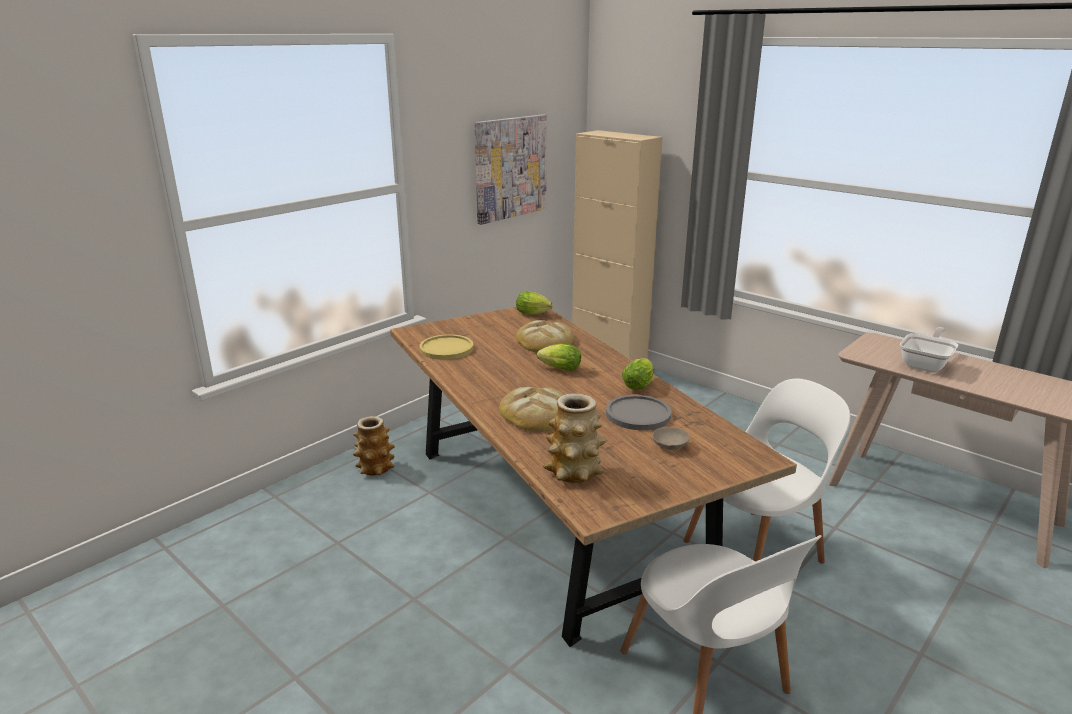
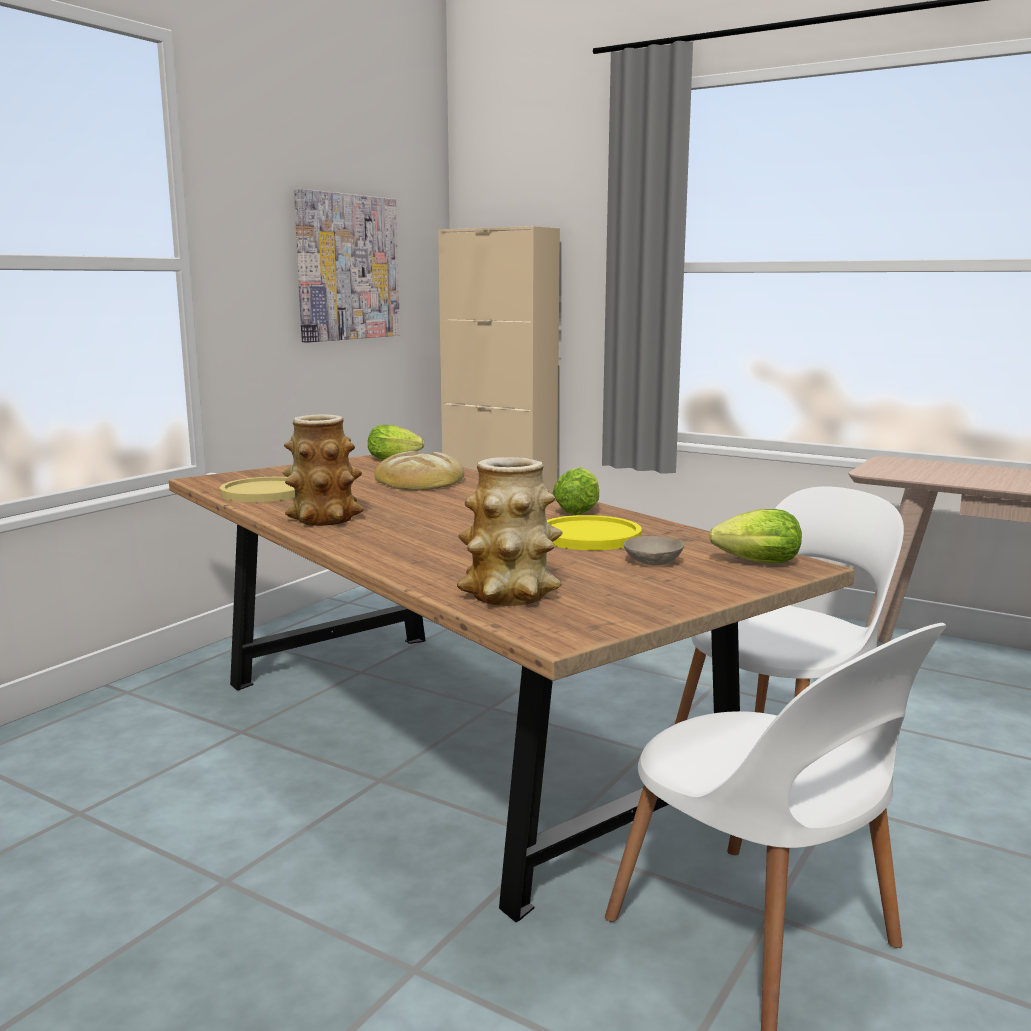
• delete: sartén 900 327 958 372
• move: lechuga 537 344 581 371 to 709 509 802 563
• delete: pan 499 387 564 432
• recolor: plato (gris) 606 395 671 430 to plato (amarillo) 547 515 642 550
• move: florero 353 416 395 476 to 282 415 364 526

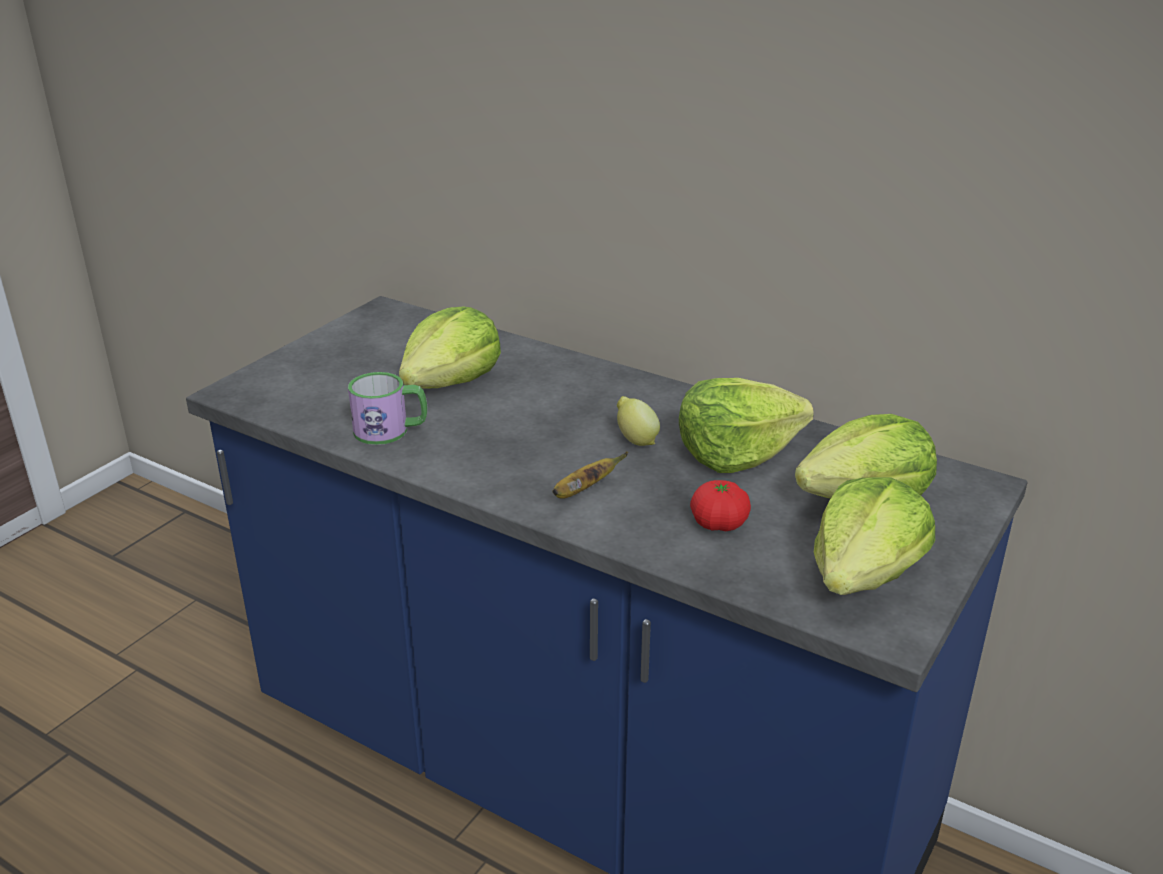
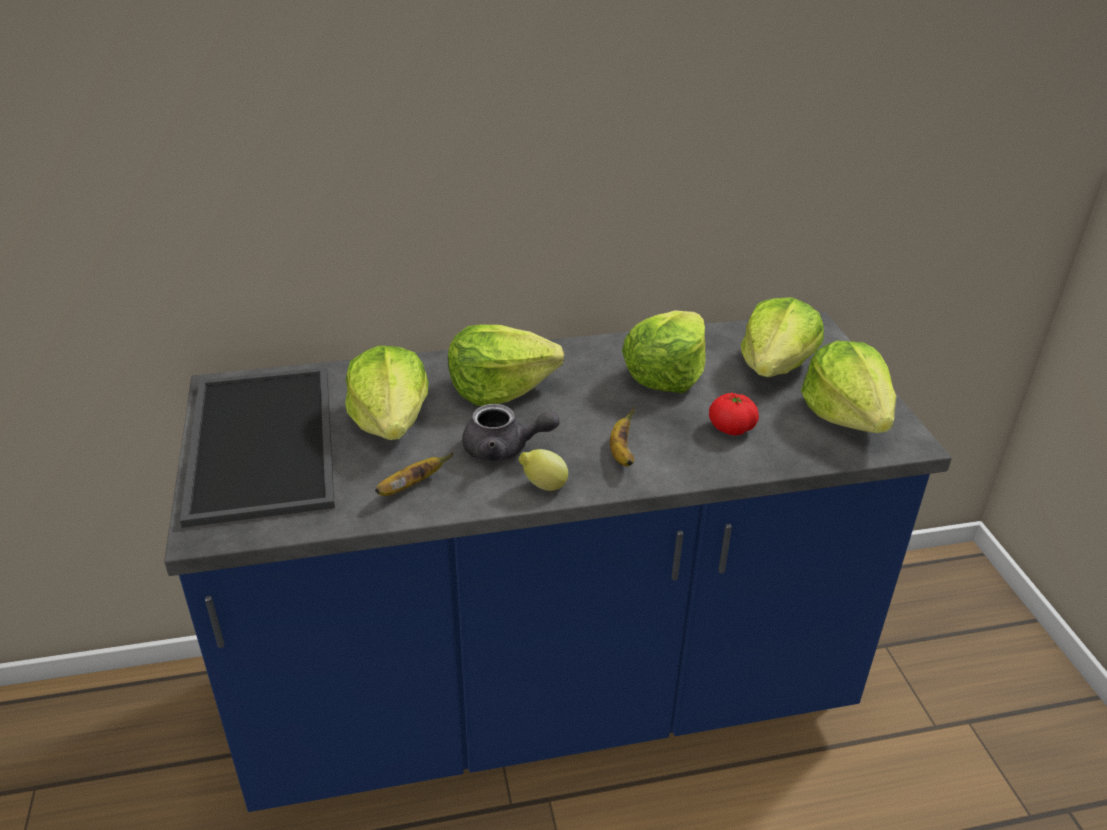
• replace: taza grande 348 372 427 445 to plátano 375 452 454 496
• move: limón 617 396 660 446 to 519 449 568 491
• insert: lechuga 448 325 564 406
• insert: bandeja 180 367 335 528
• insert: tetera (gris) 462 404 560 462

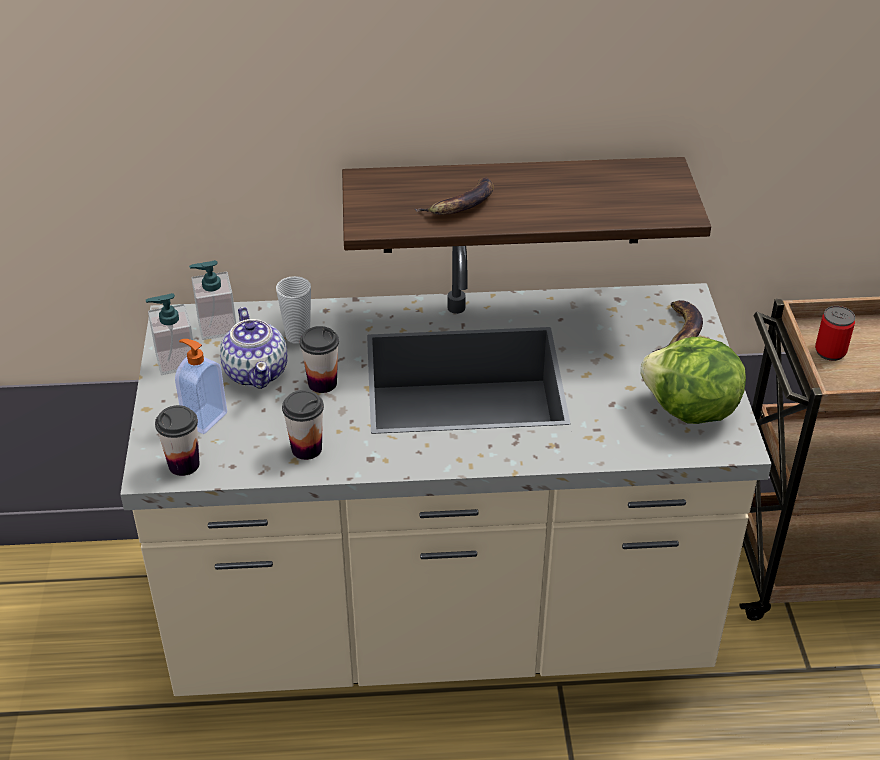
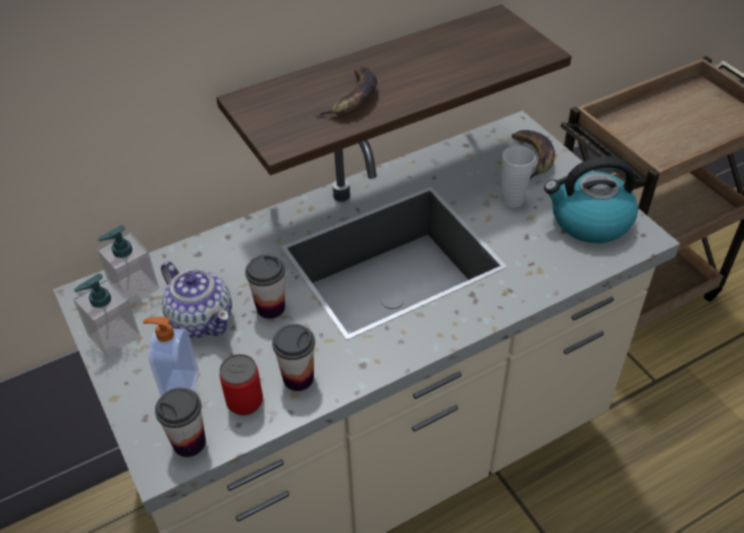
• move: taza 276 276 311 344 to 502 145 535 208
• move: lata 815 306 855 361 to 219 354 263 415
• replace: lechuga 640 337 746 424 to hervidor 544 156 638 243

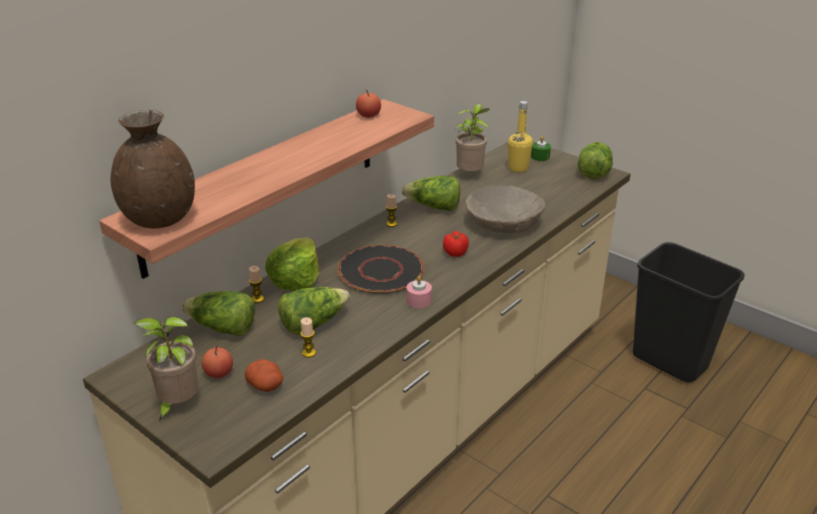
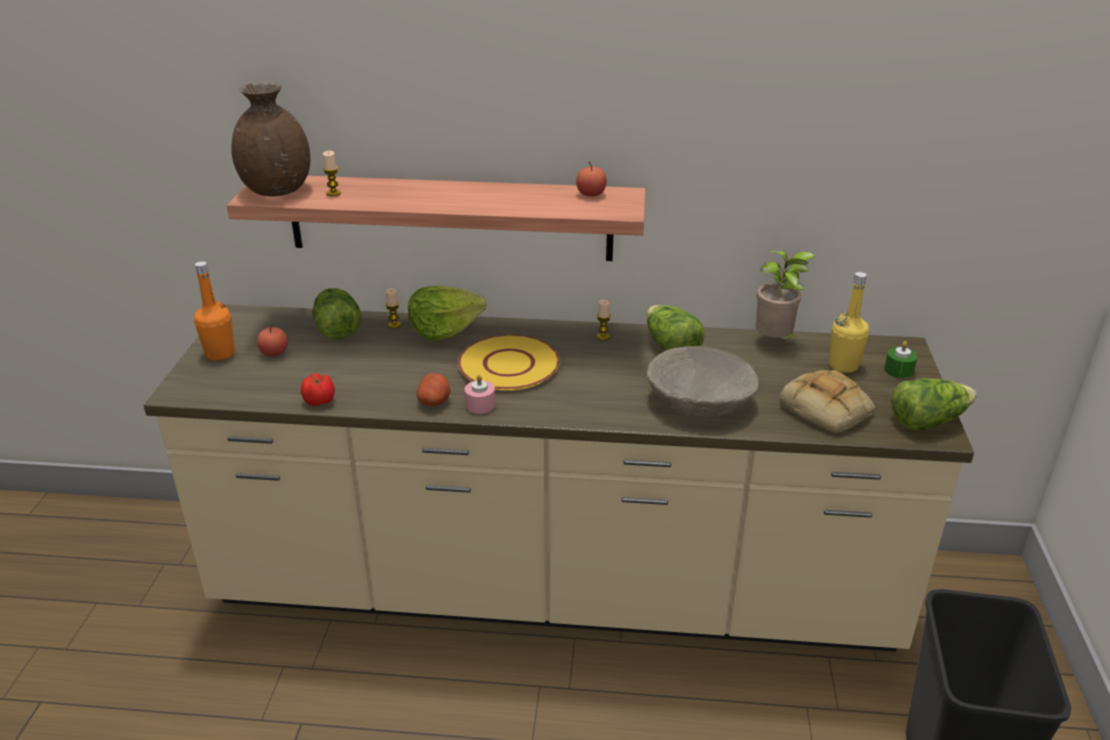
• move: tomate 443 231 469 257 to 301 373 335 406
• recolor: plato (negro) 338 245 424 294 to plato (amarillo) 458 334 560 391
• delete: lechuga 278 287 350 335
• replace: planta en maceta 134 317 199 422 to botella (naranja) 194 261 235 361
• move: vela 300 317 316 358 to 323 151 341 196
• move: patata 245 359 283 392 to 417 373 451 407
• insert: pan 779 370 875 434

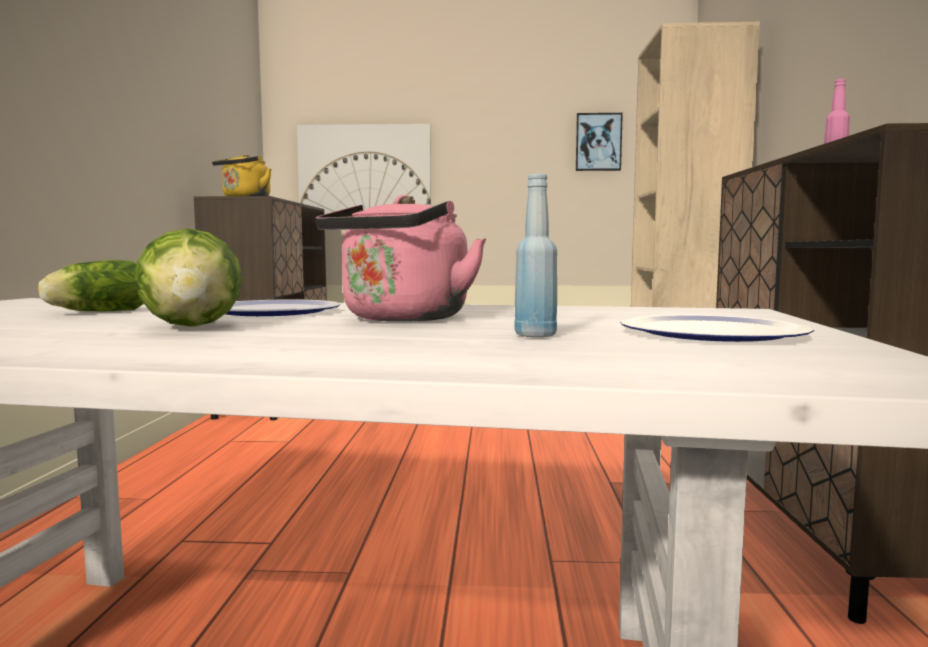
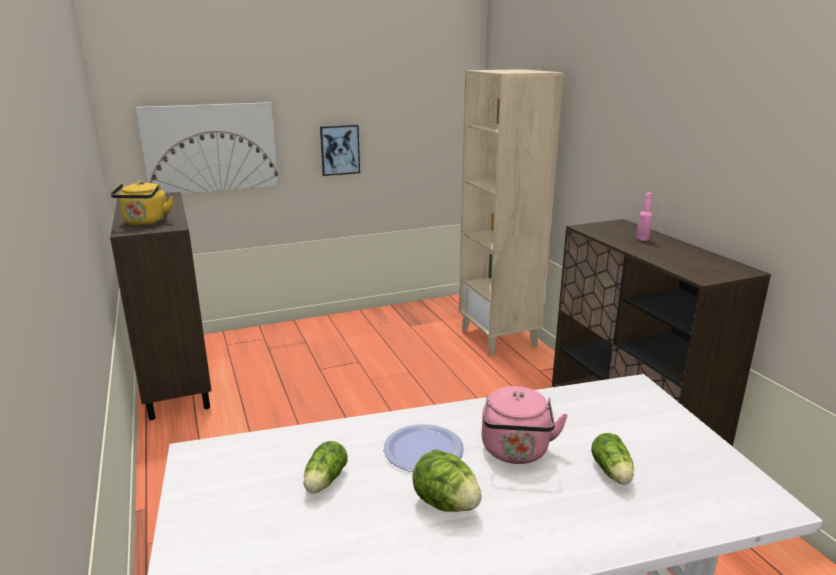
• move: cuadro 576 113 623 171 to 320 125 360 176
• replace: botella (azul) 515 174 557 337 to lechuga 591 433 634 485
• delete: plato 620 314 814 342

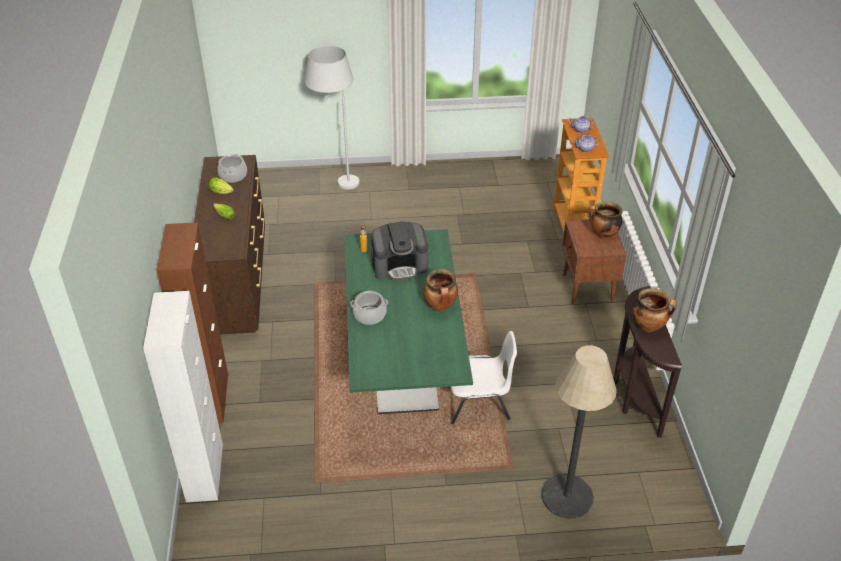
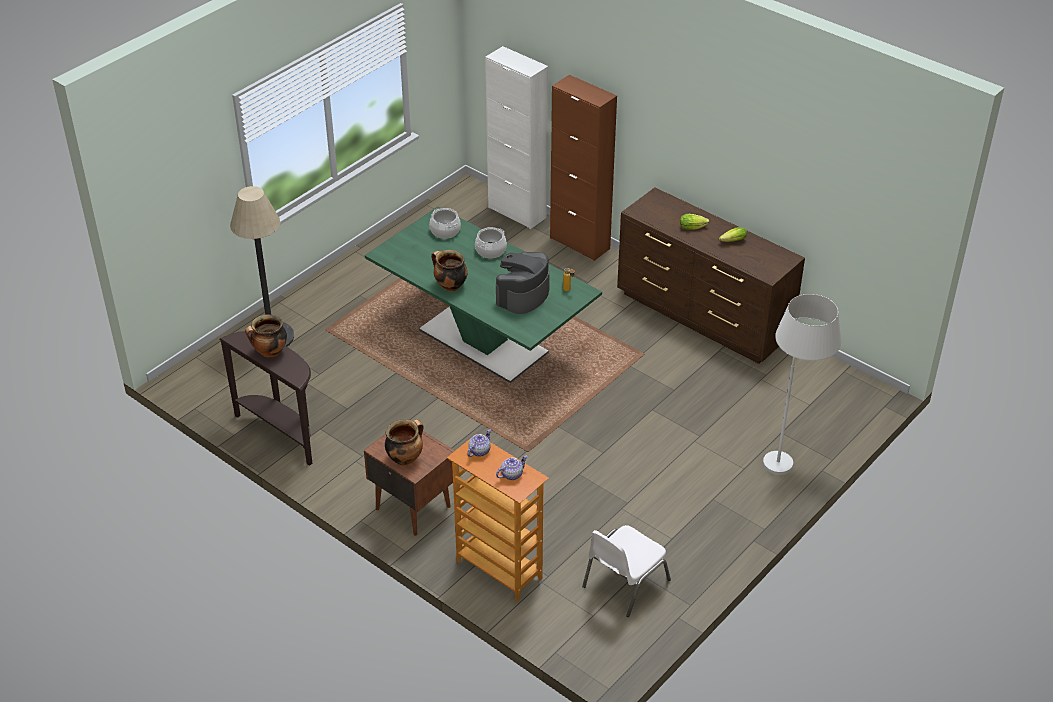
• move: olla 217 154 247 183 to 429 208 461 239
• move: silla (blanco) 450 331 517 424 to 582 525 671 617

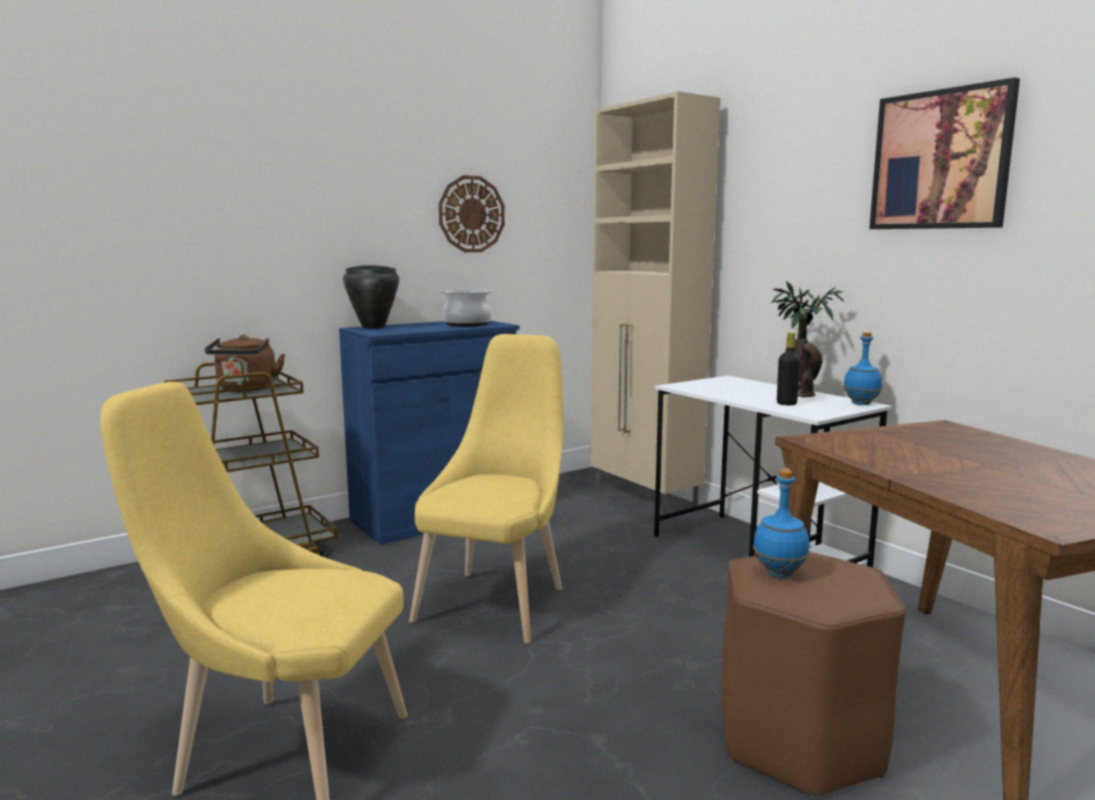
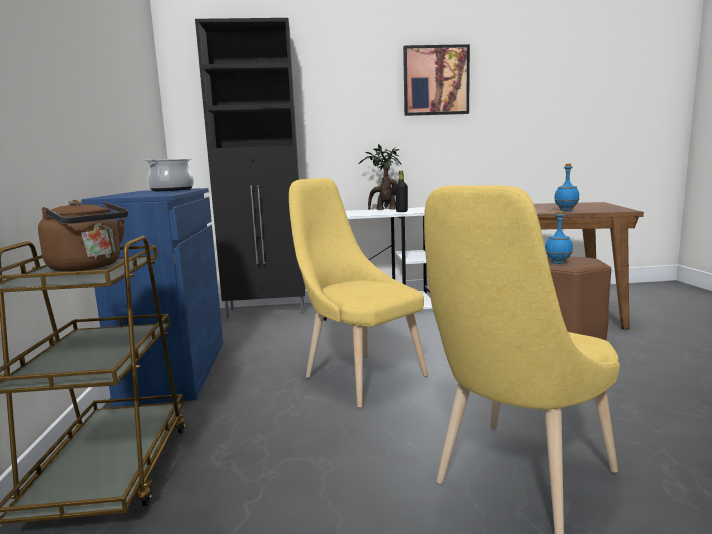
• recolor: armario (beis) 590 91 720 515 to armario (negro) 195 18 305 318
• delete: reloj de pared 439 175 505 252
• delete: olla (negro) 343 265 399 329
• move: botella (azul) 843 332 882 405 to 554 164 579 211

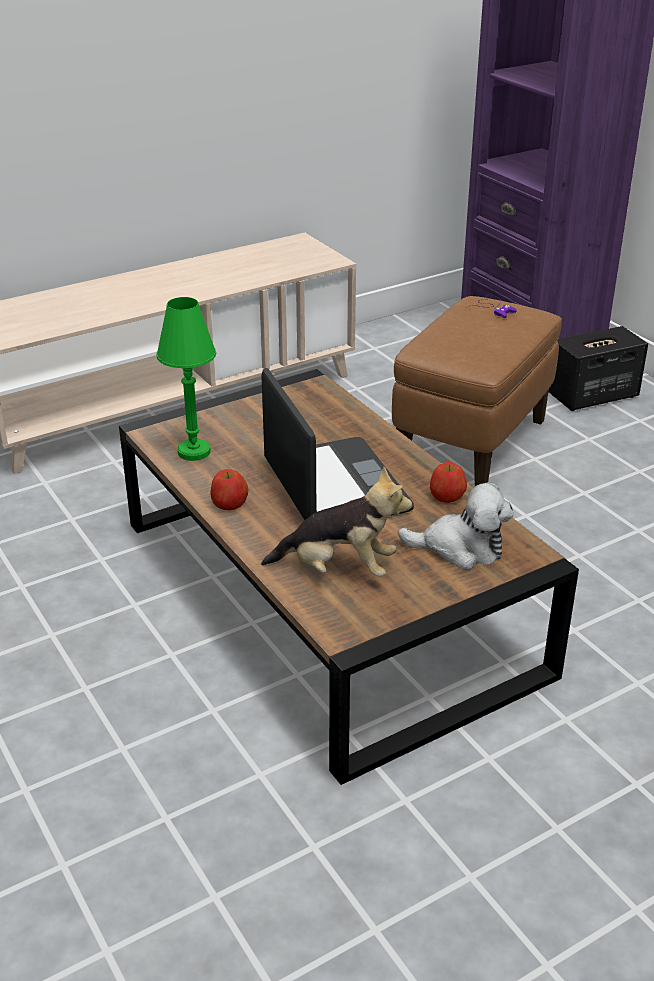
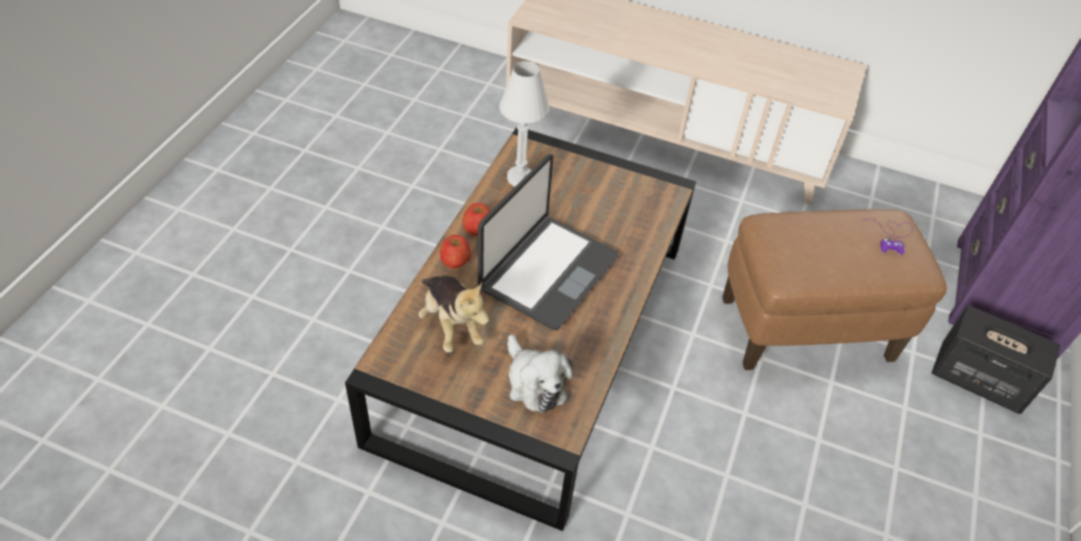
• recolor: lámpara de mesa (verde) 156 297 216 461 to lámpara de mesa (blanco) 499 61 549 187
• move: manzana 430 462 467 503 to 440 235 471 269

